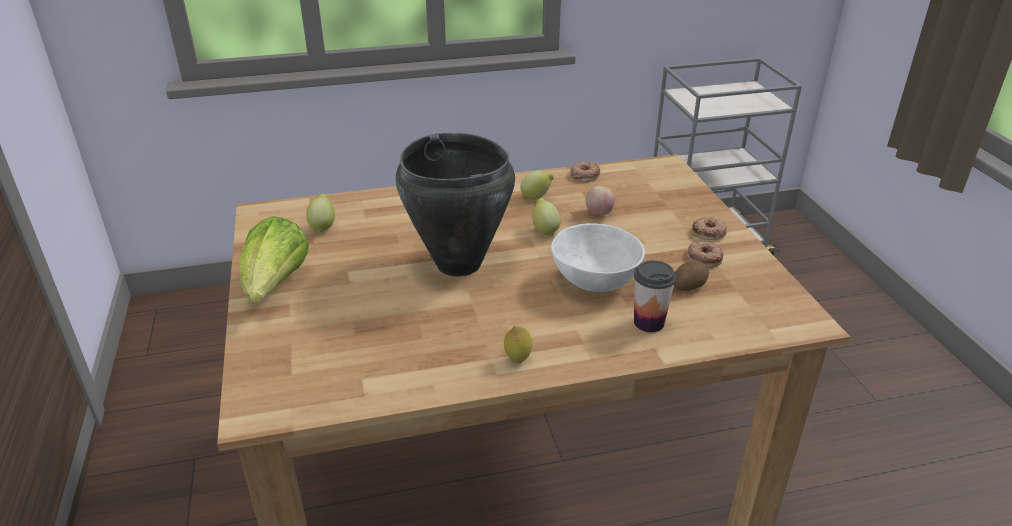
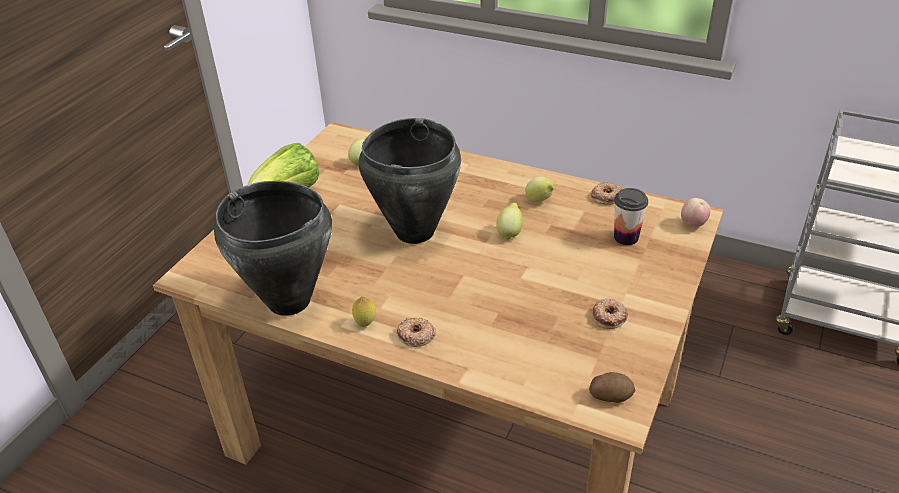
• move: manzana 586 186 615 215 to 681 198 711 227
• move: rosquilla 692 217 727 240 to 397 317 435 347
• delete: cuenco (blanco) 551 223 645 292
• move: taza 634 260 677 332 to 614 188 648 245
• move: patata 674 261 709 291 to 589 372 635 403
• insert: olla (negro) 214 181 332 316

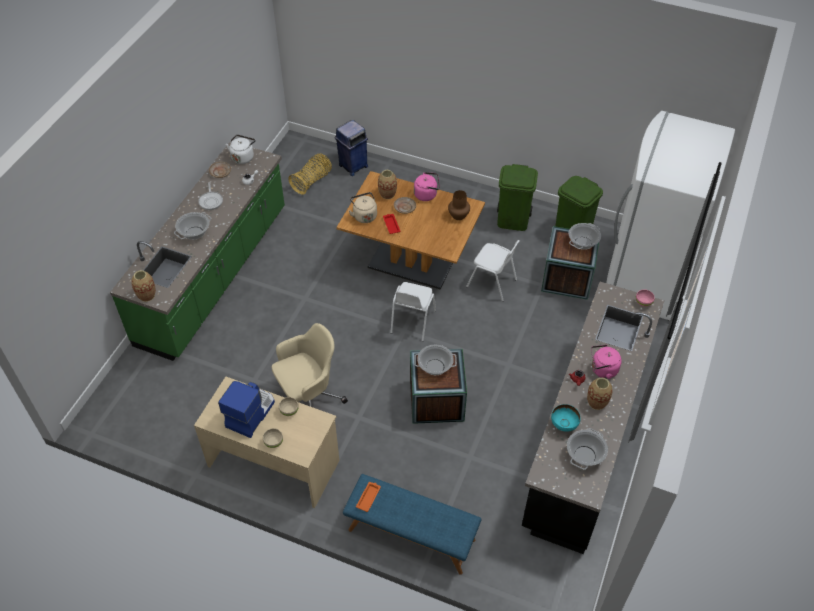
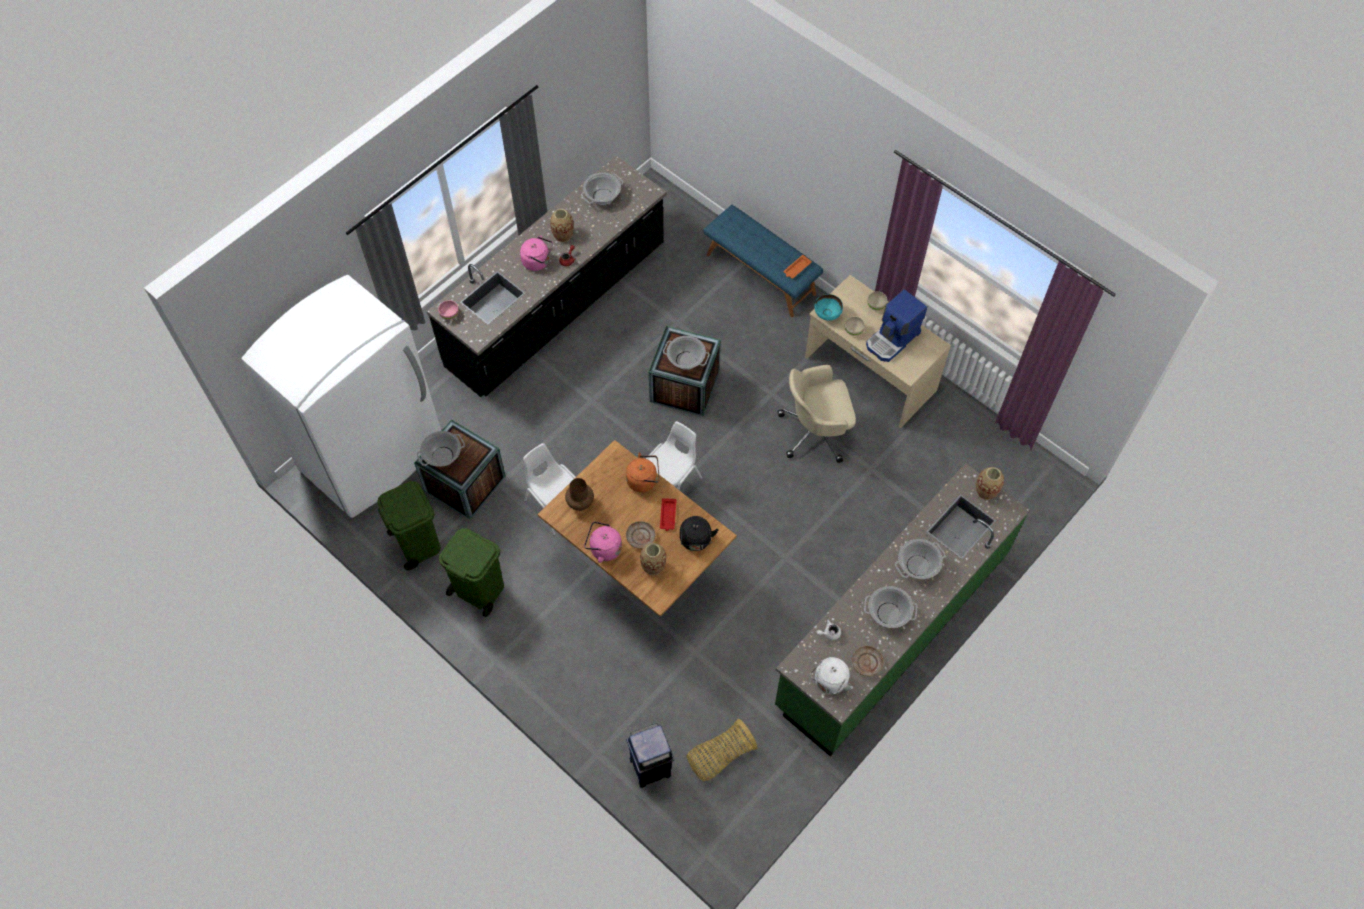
• replace: sartén 198 182 223 210 to olla 864 586 917 628
• recolor: hervidor (beis) 349 192 377 223 to hervidor (negro) 680 516 719 551
• move: cuenco (turquesa) 551 404 581 432 to 814 294 843 321
• insert: hervidor (naranja) 626 453 660 492

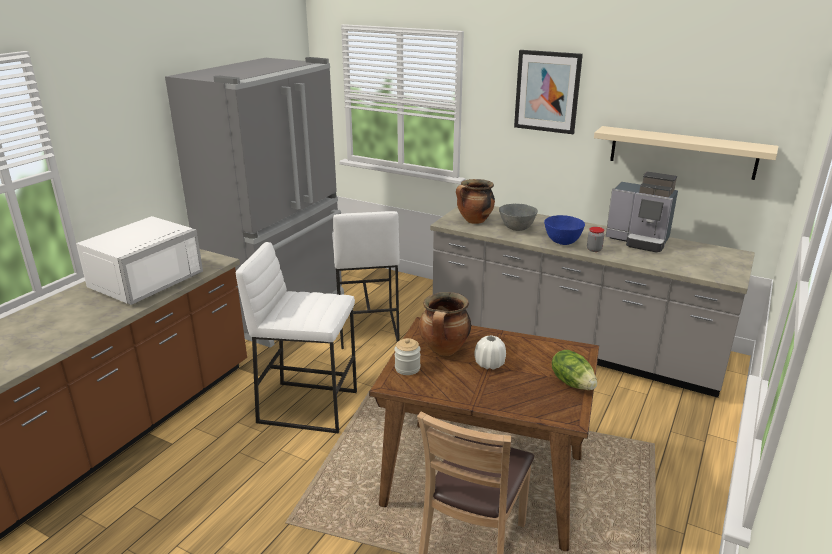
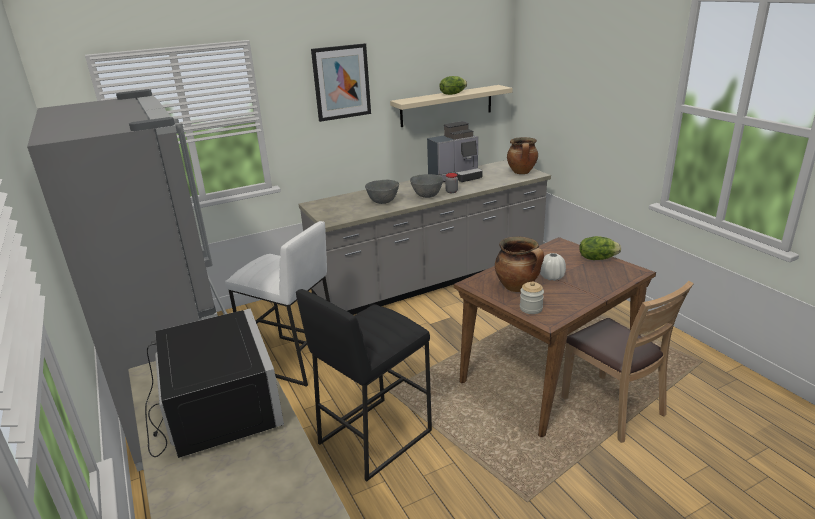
• move: olla 456 179 495 224 to 507 137 538 174
• recolor: cuenco (azul) 544 215 585 245 to cuenco (gris) 410 174 444 198
• recolor: microondas (blanco) 76 216 203 305 to microondas (negro) 145 308 284 458
• recolor: taburete (blanco) 236 242 357 433 to taburete (negro) 296 289 432 482
• insert: lechuga 439 76 467 95

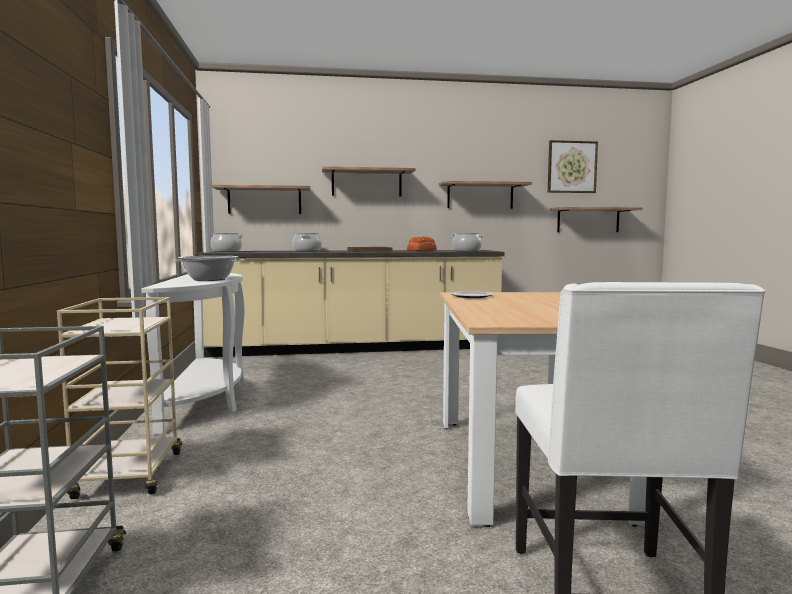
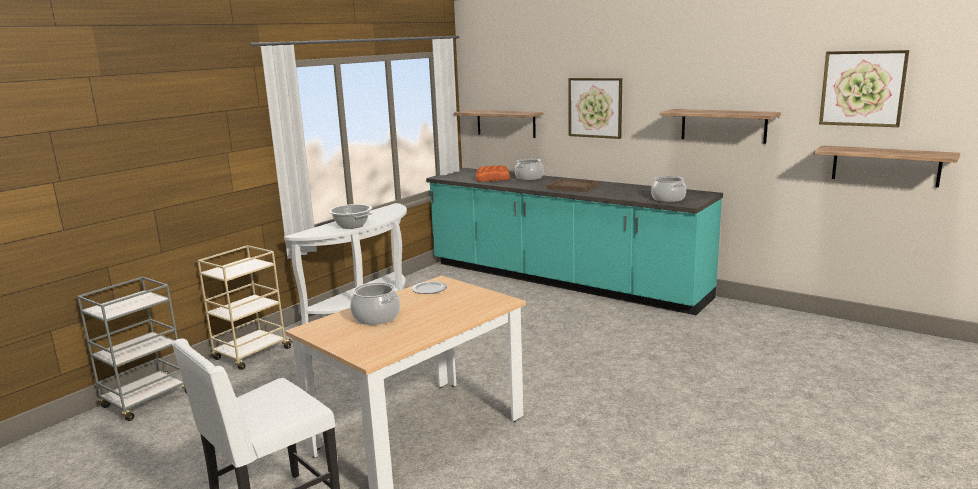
• replace: estante 322 166 416 197 to cuadro 568 78 622 139
• move: olla 211 233 243 252 to 350 282 400 325
• move: pan 407 237 437 251 to 476 165 510 182
• recolor: mueble bajo de cocina (beis) 195 250 505 357 to mueble bajo de cocina (turquesa) 426 168 723 315

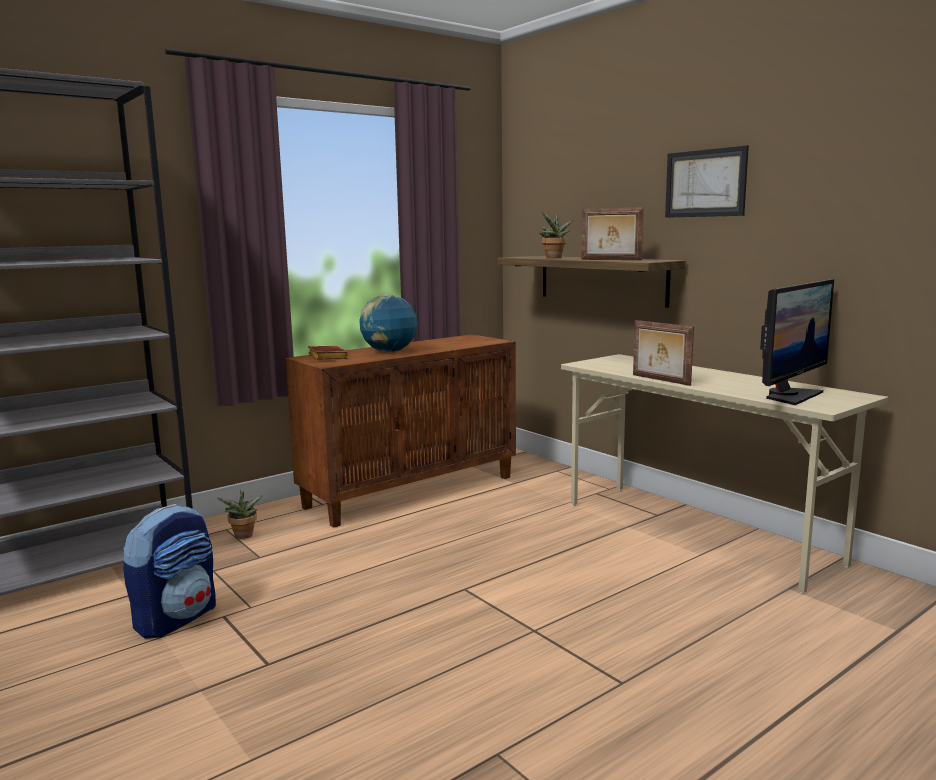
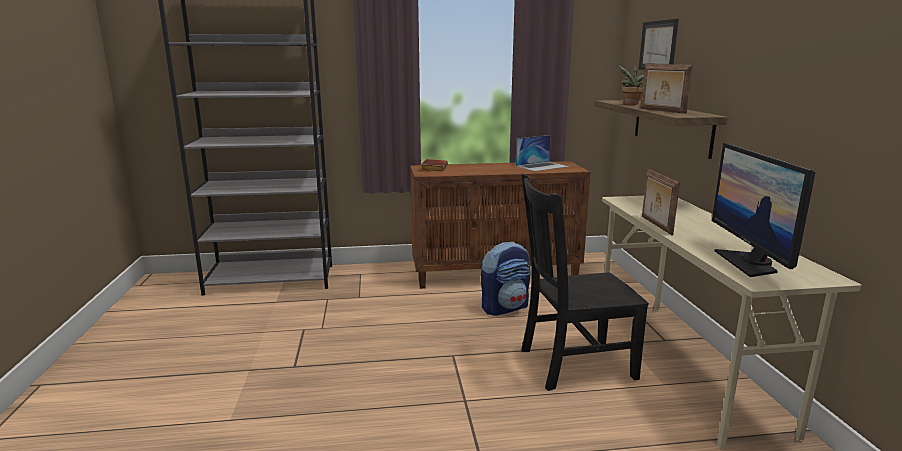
• move: cuadro 665 145 749 218 to 639 19 679 70
• rotate: monitor 760 279 834 405 = 712 143 816 277 105 degrees clockwise
• delete: globo terráqueo 359 294 417 352
• delete: planta en maceta 217 490 263 539
• move: mochila 123 504 216 639 to 481 242 531 316
• insert: portátil 515 135 569 171
• insert: silla (negro) 521 173 649 391

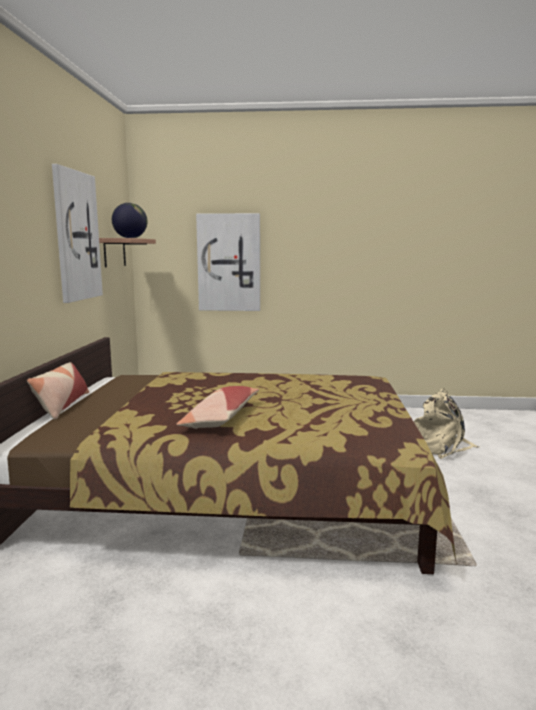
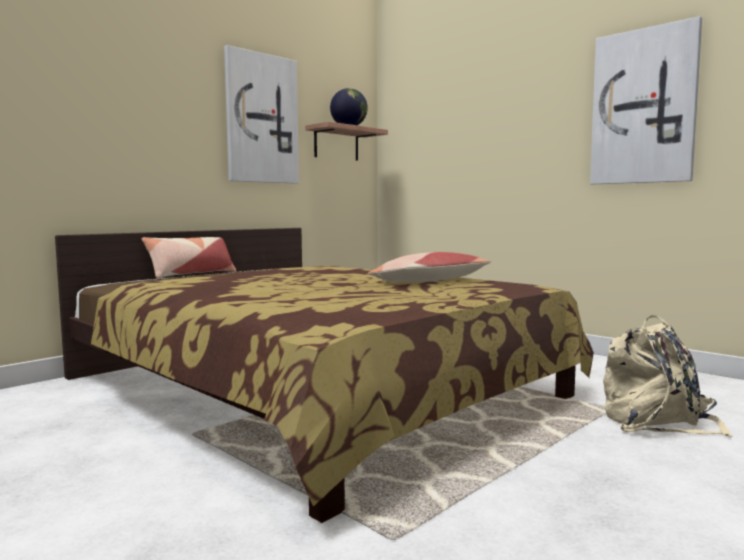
• move: cuadro 196 213 260 311 to 590 16 702 184
• move: cojín 176 386 259 429 to 368 252 491 283

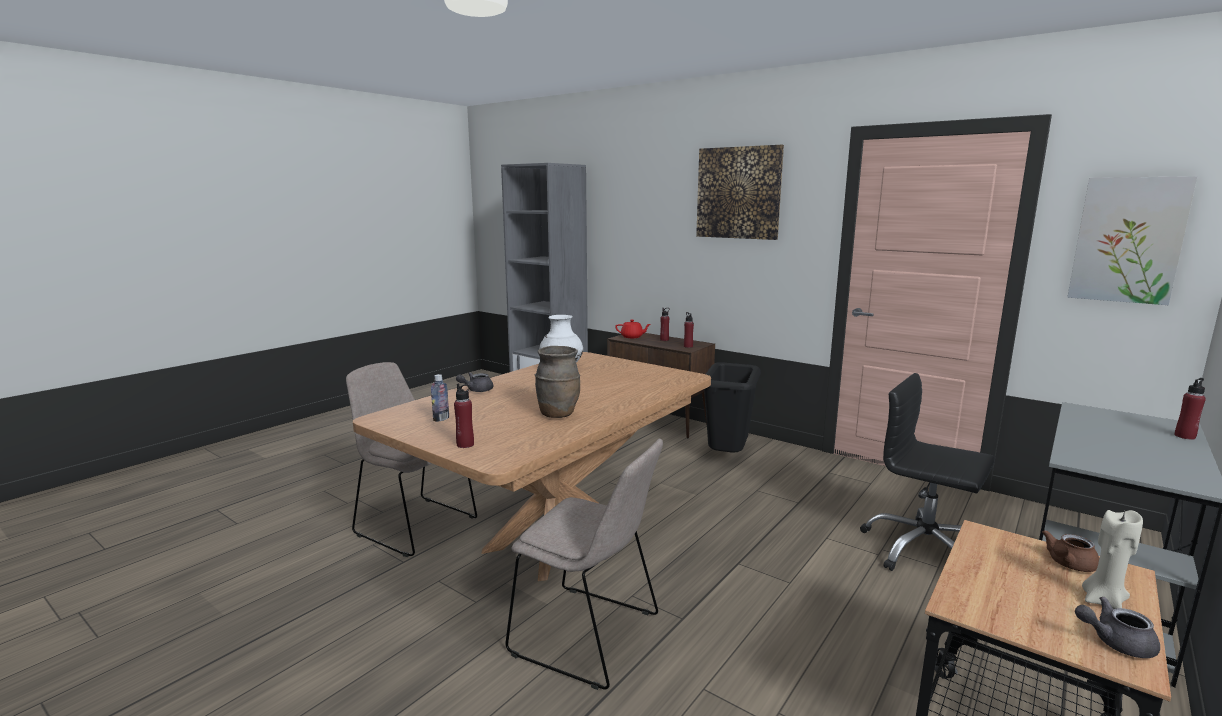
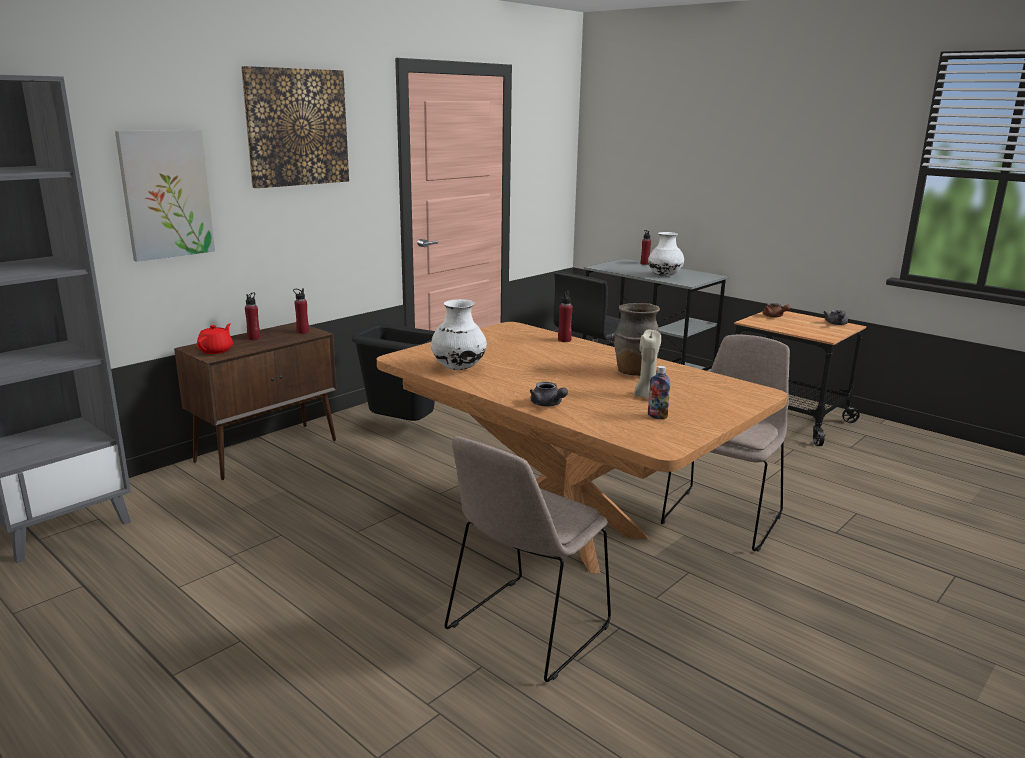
• move: cuadro 1067 176 1198 305 to 115 130 215 262
• move: botella (rojo) 454 384 474 448 to 558 290 573 342
• move: vela (beis) 1082 510 1143 609 to 634 329 661 399
• insert: florero (blanco) 648 232 684 276

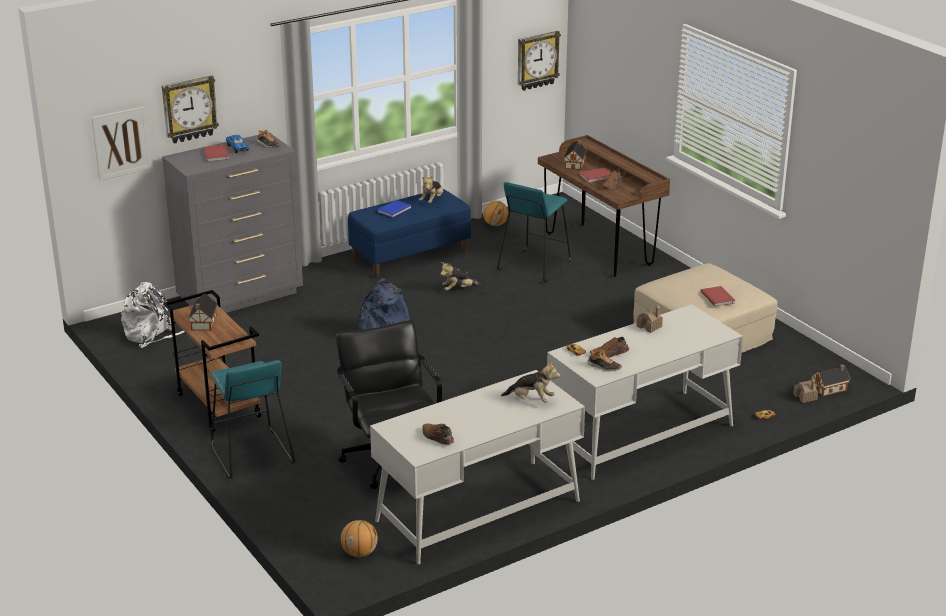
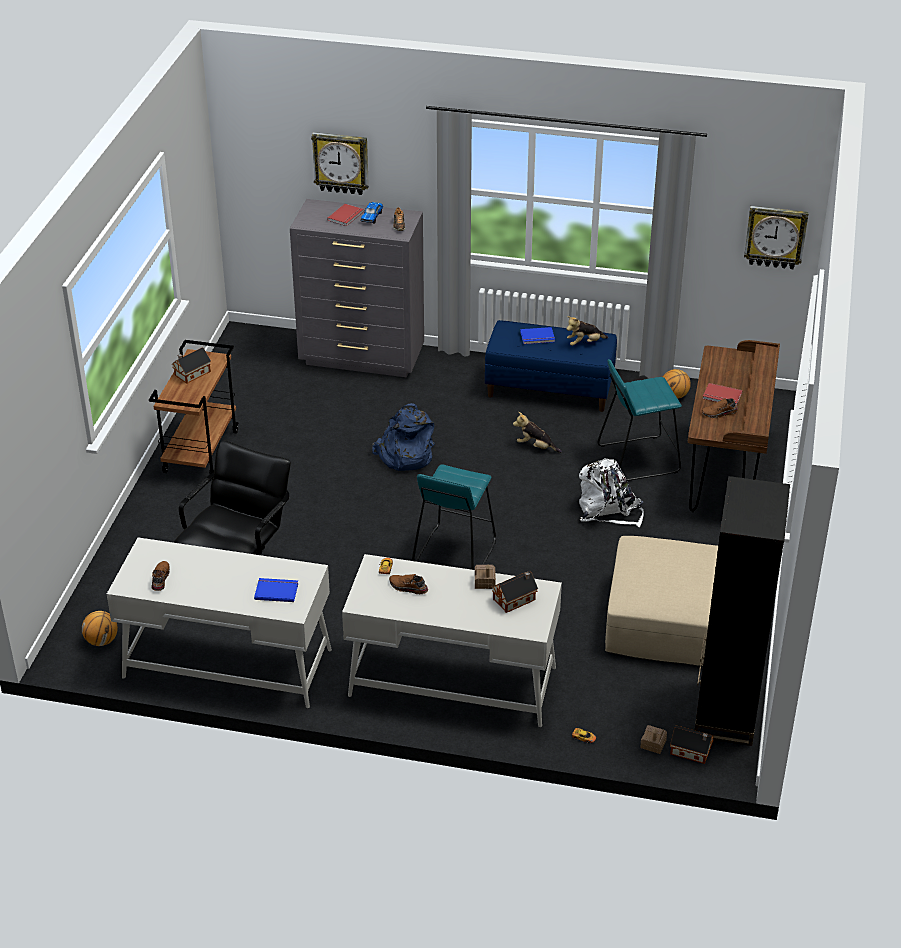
• delete: cuadro 91 106 152 181
• move: casita 564 140 587 170 to 492 571 538 613
• move: mochila (blanco) 121 282 184 348 to 579 458 644 527
• delete: libro (rojo) 701 286 735 306
• delete: zapato 587 350 622 371
• move: taburete (turquesa) 210 360 295 479 to 412 464 496 570
• replace: peluche 501 361 560 403 to libro (azul) 254 578 298 602
• insert: estantería (negro) 695 476 790 746

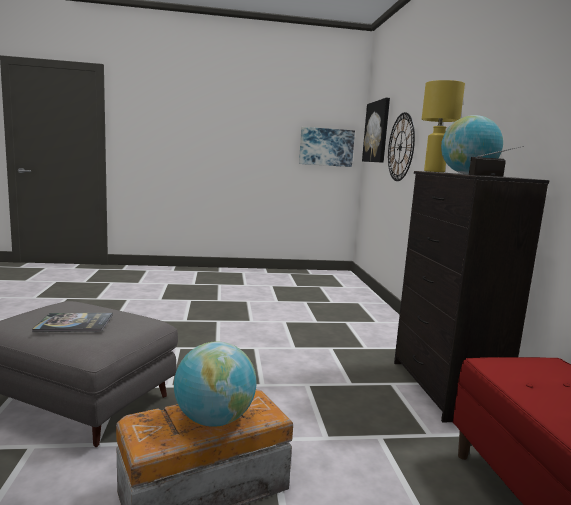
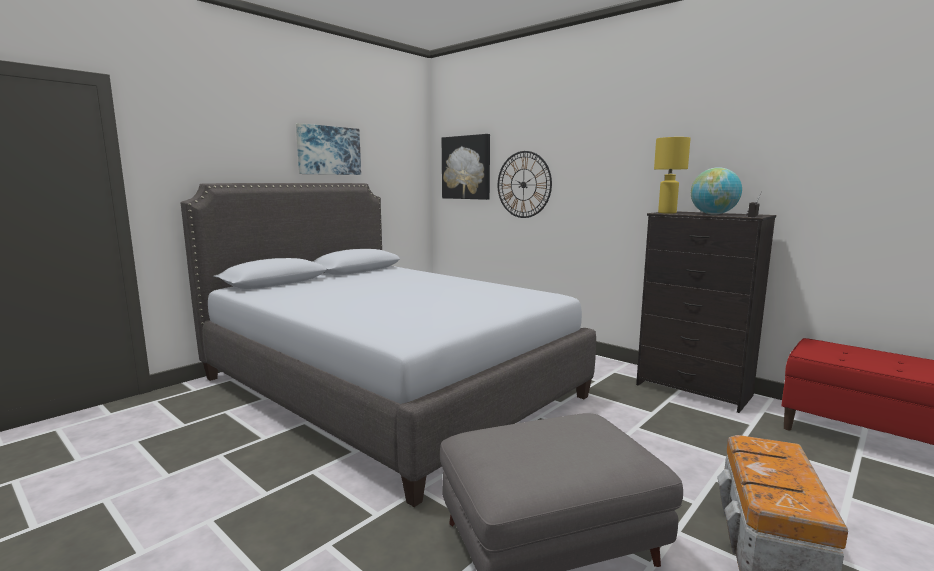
• move: cuadro 299 127 355 167 to 296 123 361 175
• delete: libro 32 313 113 332
• delete: globo terráqueo 174 341 257 427
• insert: cama (gris) 181 183 596 507

